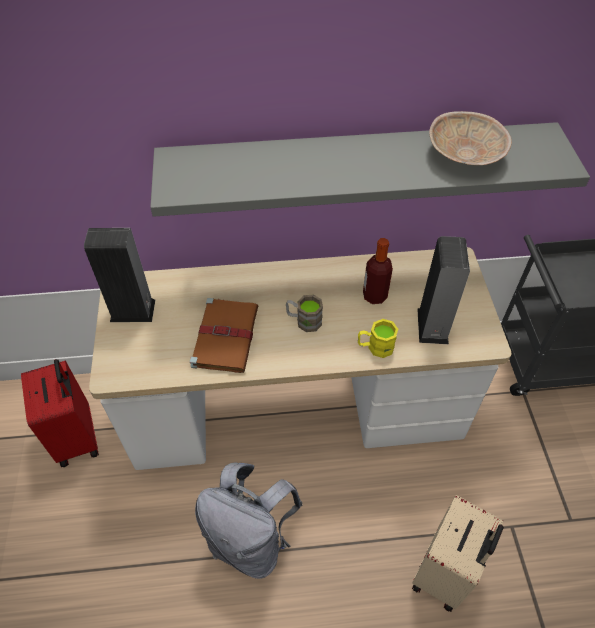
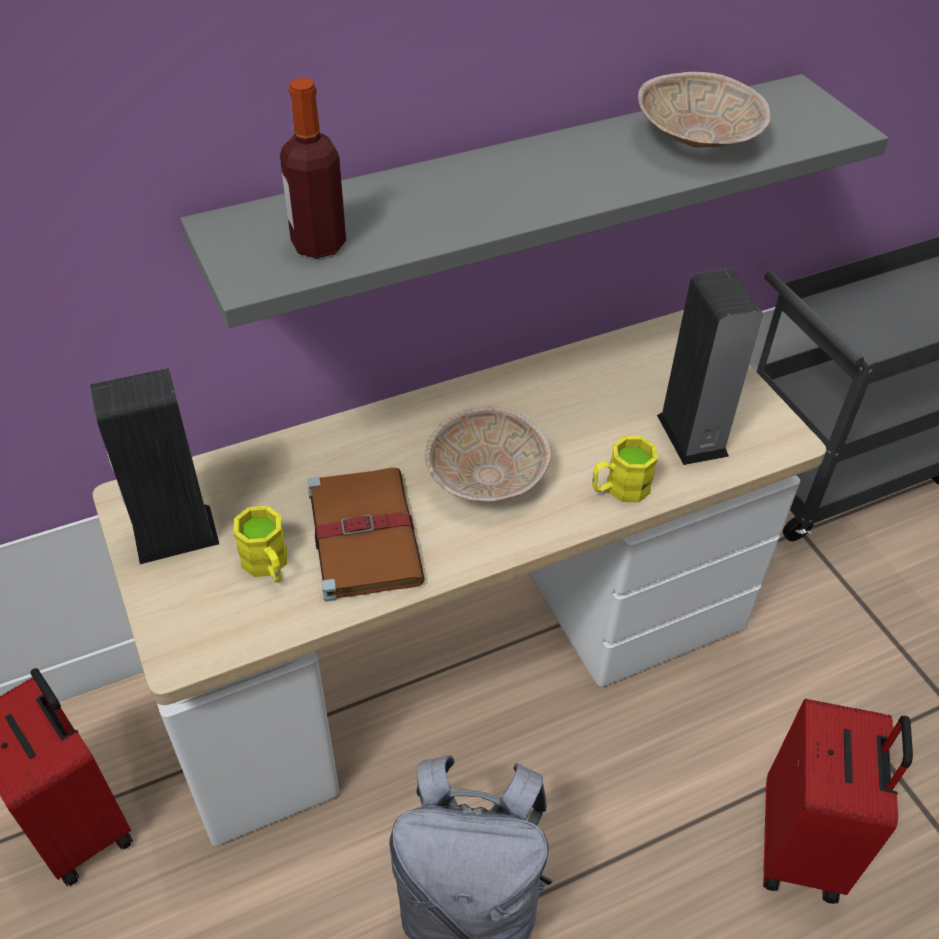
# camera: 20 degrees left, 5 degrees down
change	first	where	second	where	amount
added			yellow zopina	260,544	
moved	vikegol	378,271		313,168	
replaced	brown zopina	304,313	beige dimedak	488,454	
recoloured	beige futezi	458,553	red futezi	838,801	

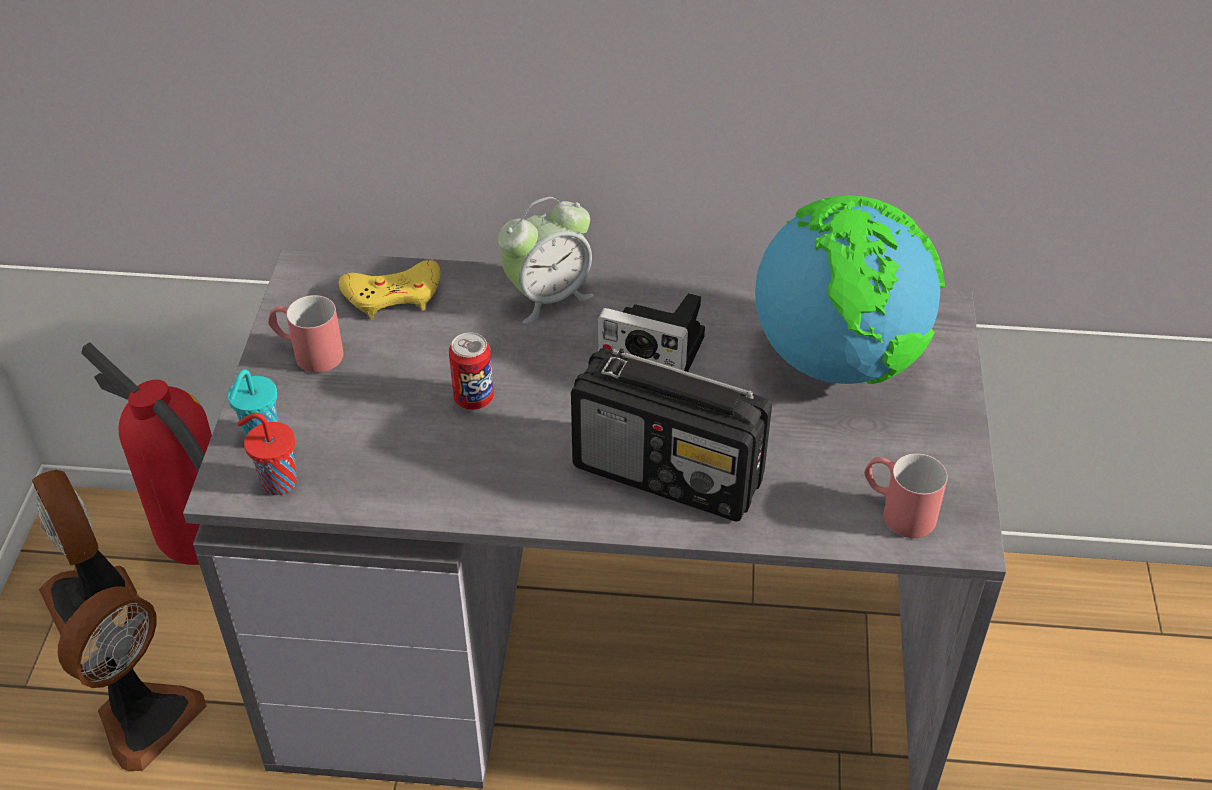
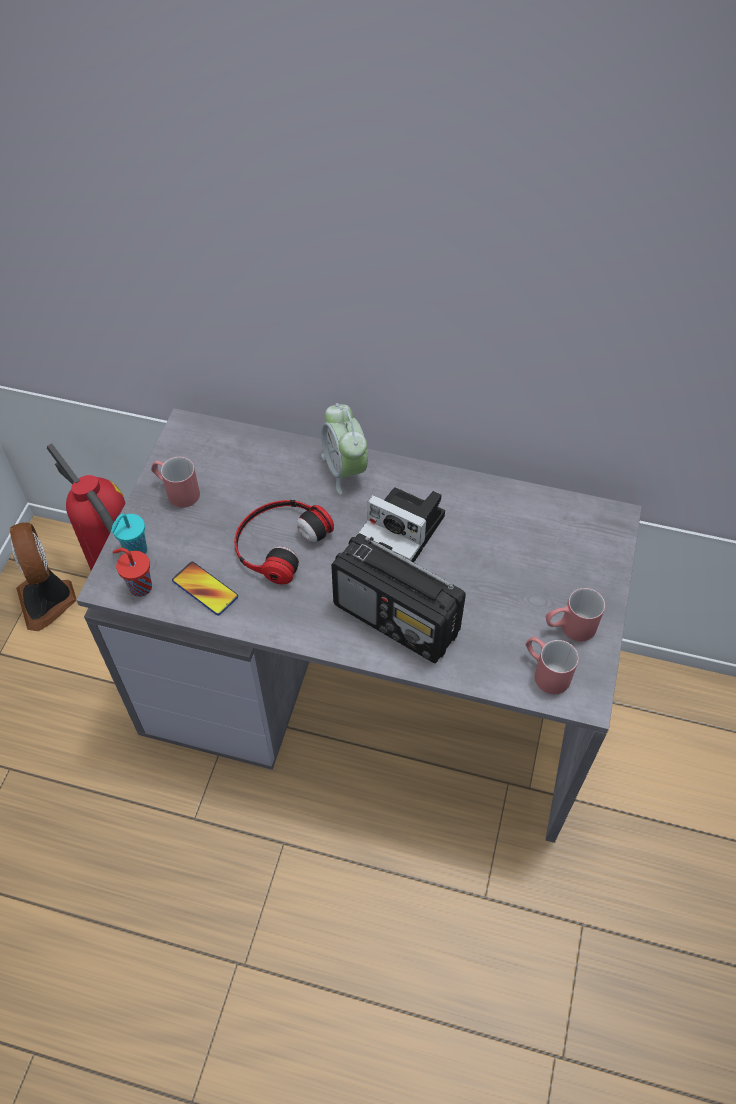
# camera: 10 degrees right, 10 degrees up
change	first	where	second	where	amount
removed	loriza	131,678			
removed	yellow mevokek	390,289			
removed	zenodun	850,289			
added			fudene	205,588	
added			red zopina	575,615	
replaced	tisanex	471,371	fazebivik	284,542	
turned	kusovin	546,260		344,449	90 degrees clockwise

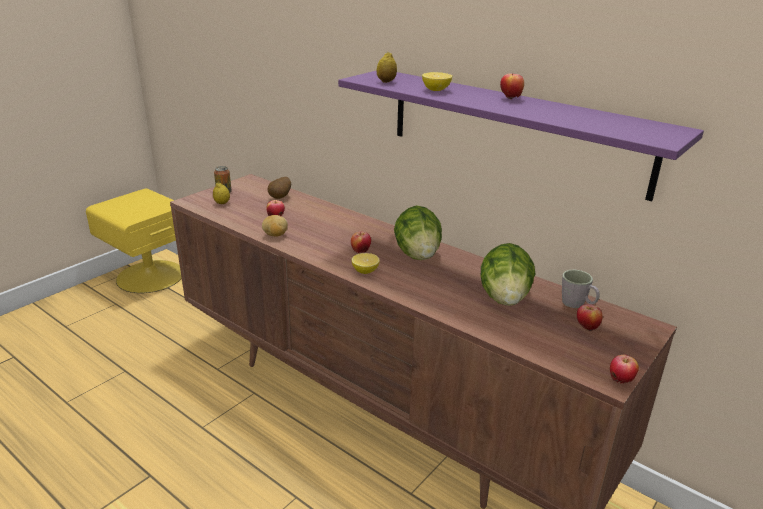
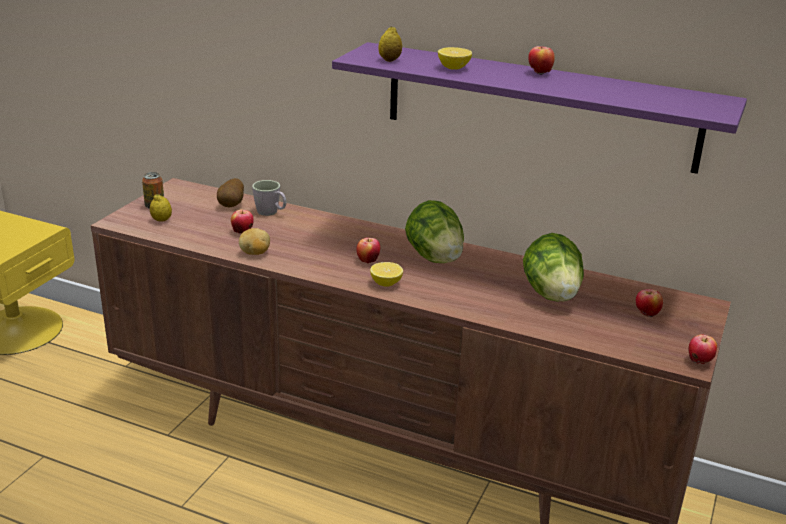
# camera: 15 degrees left, 0 degrees up
change	first	where	second	where	amount
moved	grey zopina	581,289		269,198	

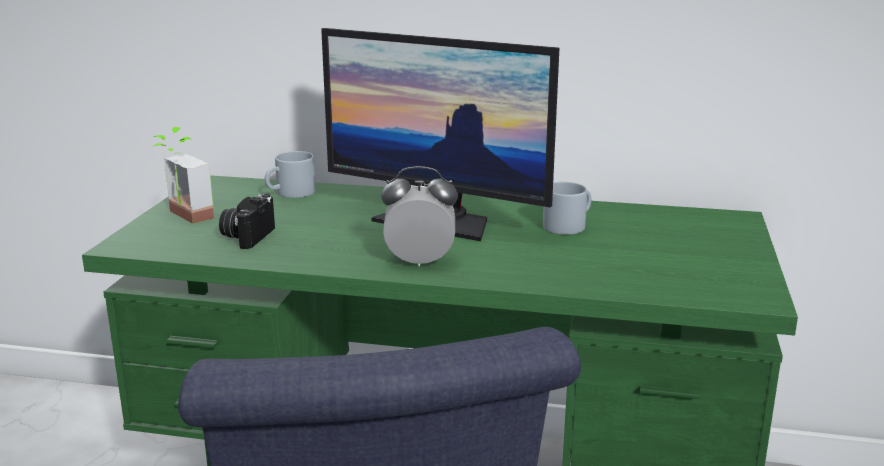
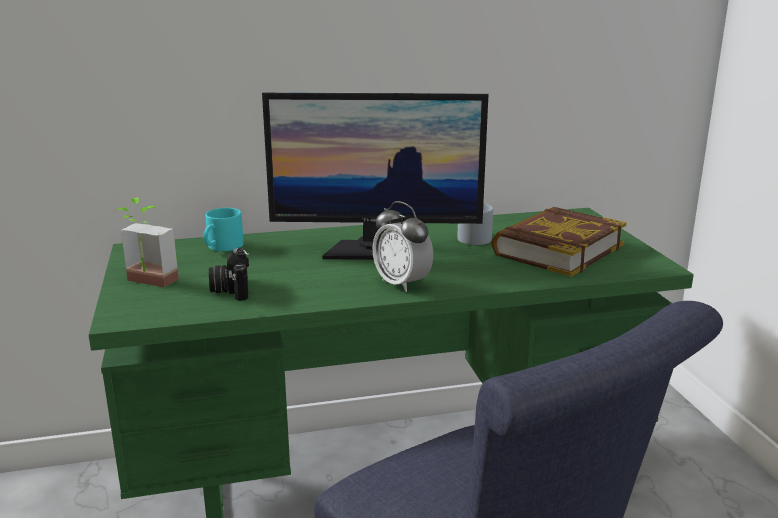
# camera: 25 degrees left, 0 degrees up
change	first	where	second	where	amount
added			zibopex	559,242	
recoloured	grey zopina	290,174	turquoise zopina	224,229	
turned	kusovin	419,216		403,246	105 degrees counterclockwise

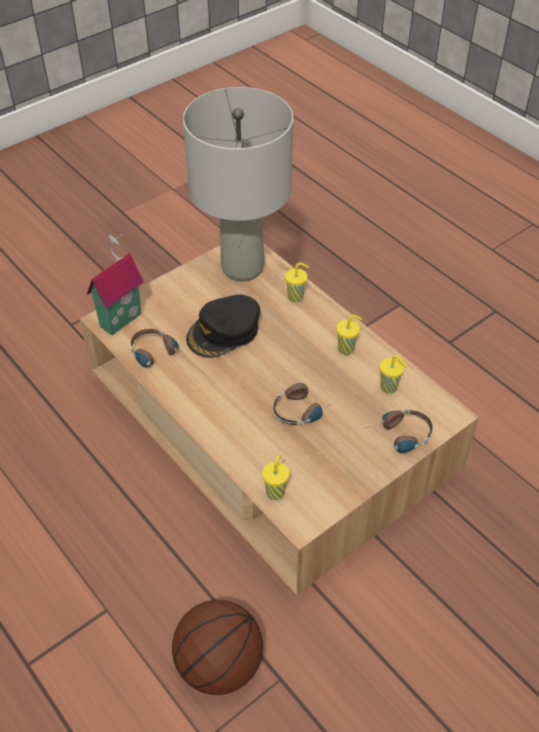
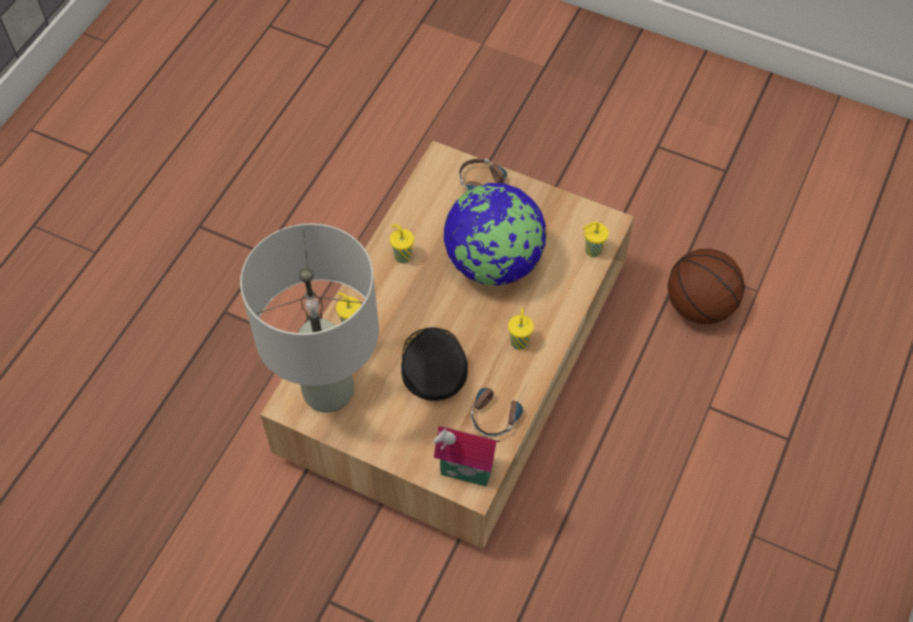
# camera: 115 degrees left, 10 degrees up
change	first	where	second	where	amount
moved	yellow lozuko	393,374		521,329	
replaced	fazebivik	304,404	zenodun	495,234	
turned	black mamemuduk	223,326		434,364	120 degrees counterclockwise

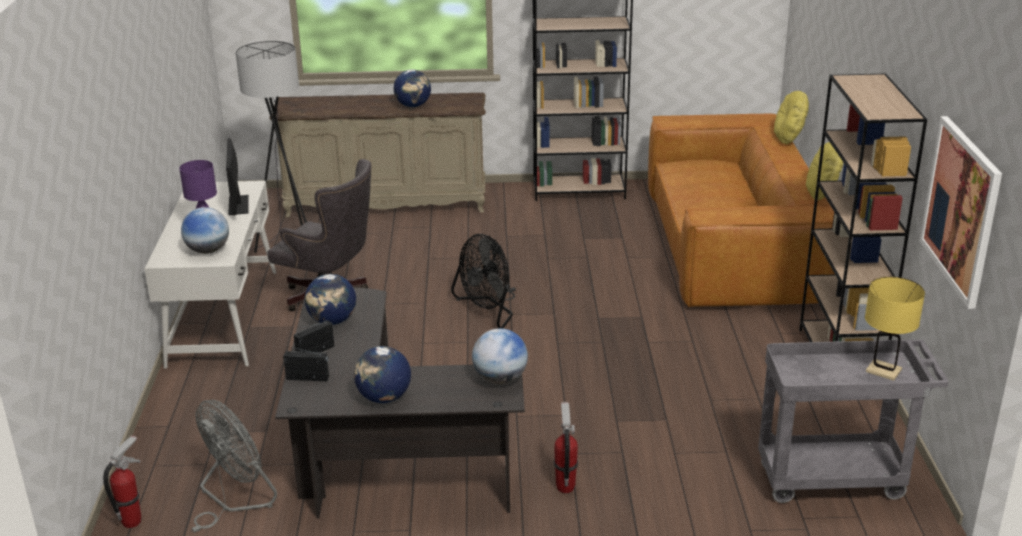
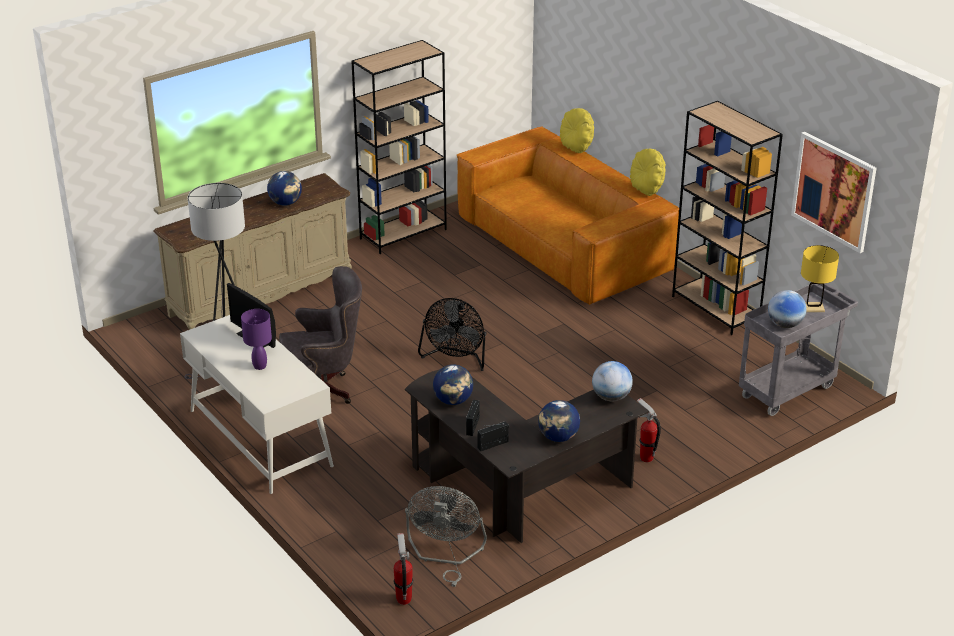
# camera: 35 degrees left, 5 degrees up
change	first	where	second	where	amount
moved	zenodun	205,230		787,309	

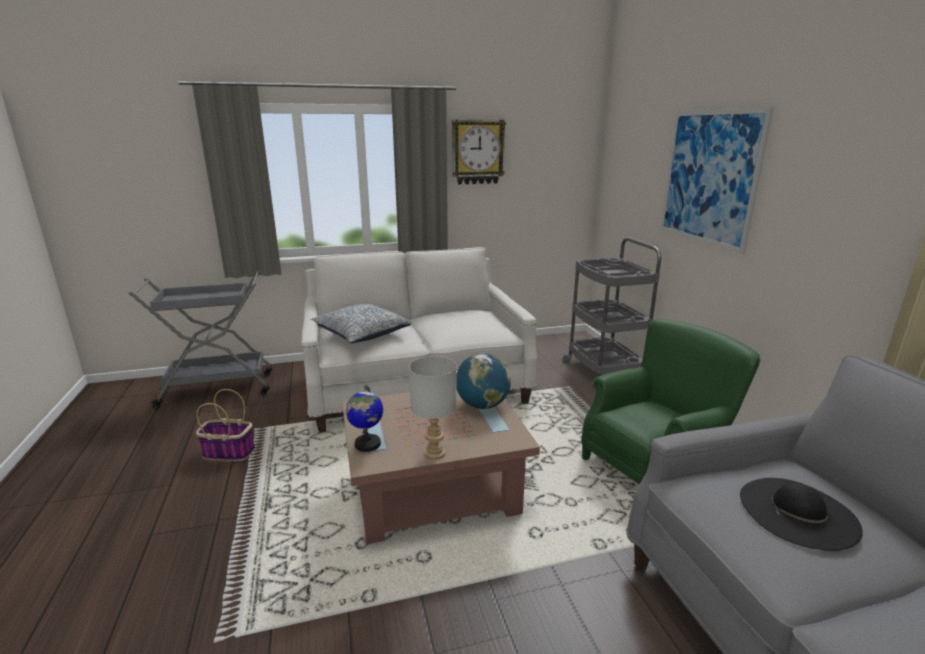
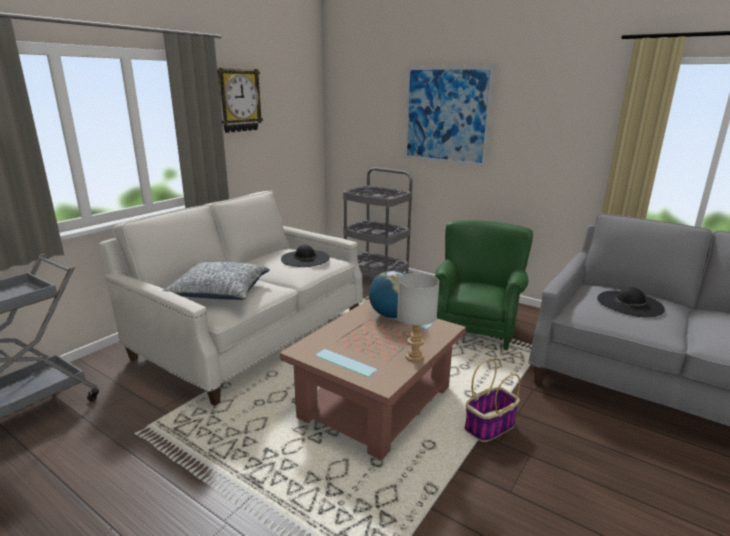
# camera: 40 degrees left, 0 degrees up
change	first	where	second	where	amount
removed	zenodun	364,418			
added			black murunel	305,256	
moved	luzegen	225,425		492,400	

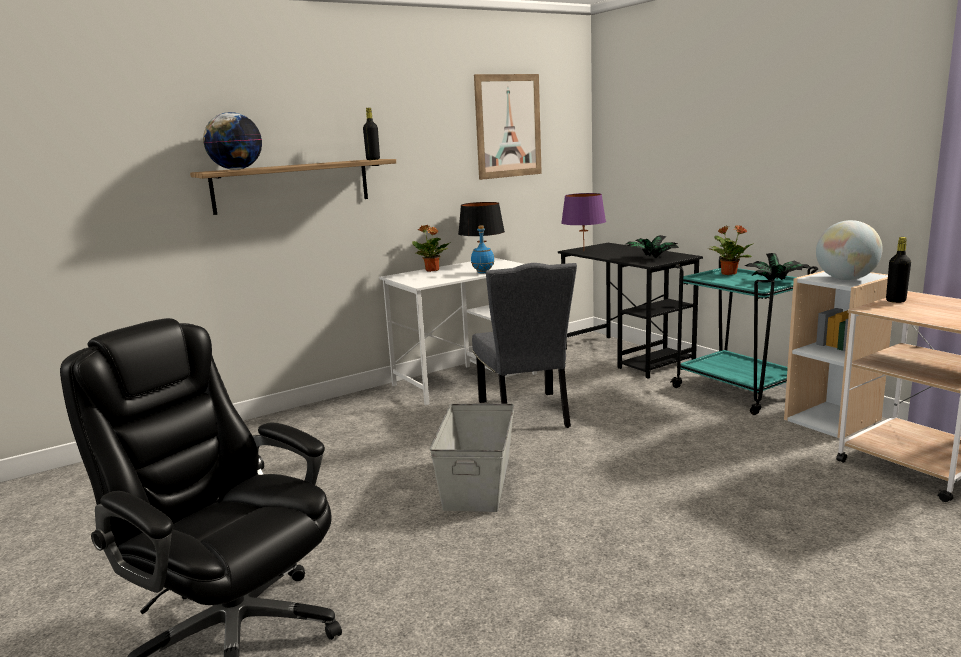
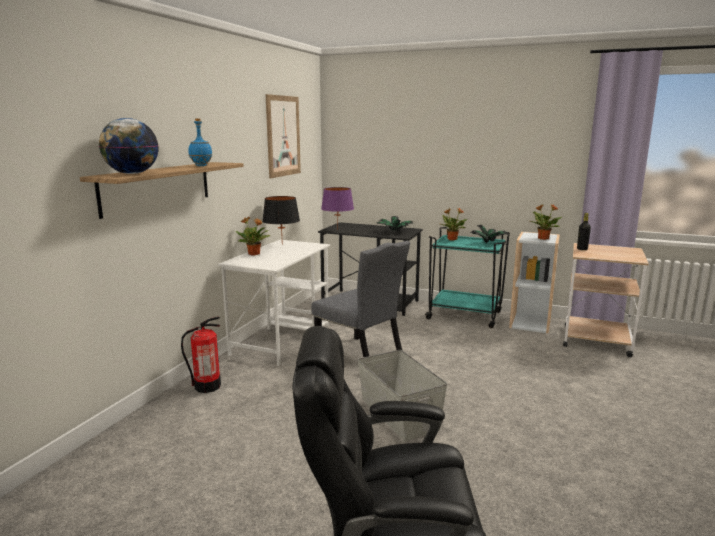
# camera: 35 degrees left, 0 degrees up
change	first	where	second	where	amount
removed	black vikegol	371,134			
added			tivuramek	201,355	
moved	blue vikegol	483,249		200,142	
replaced	zenodun	849,250	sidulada	546,222	

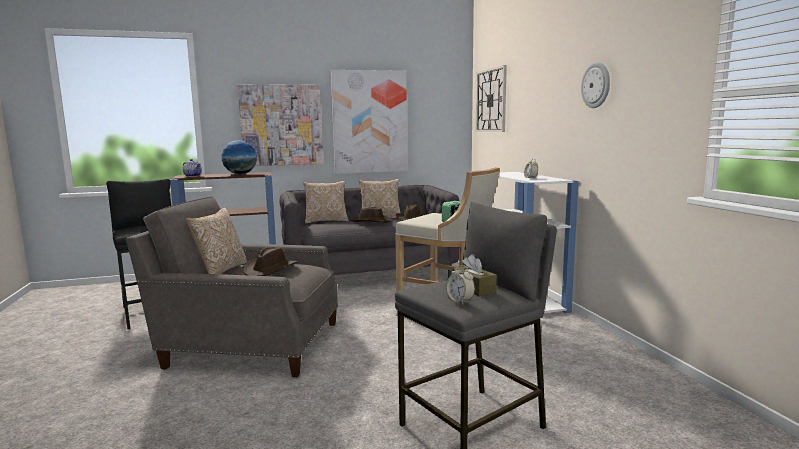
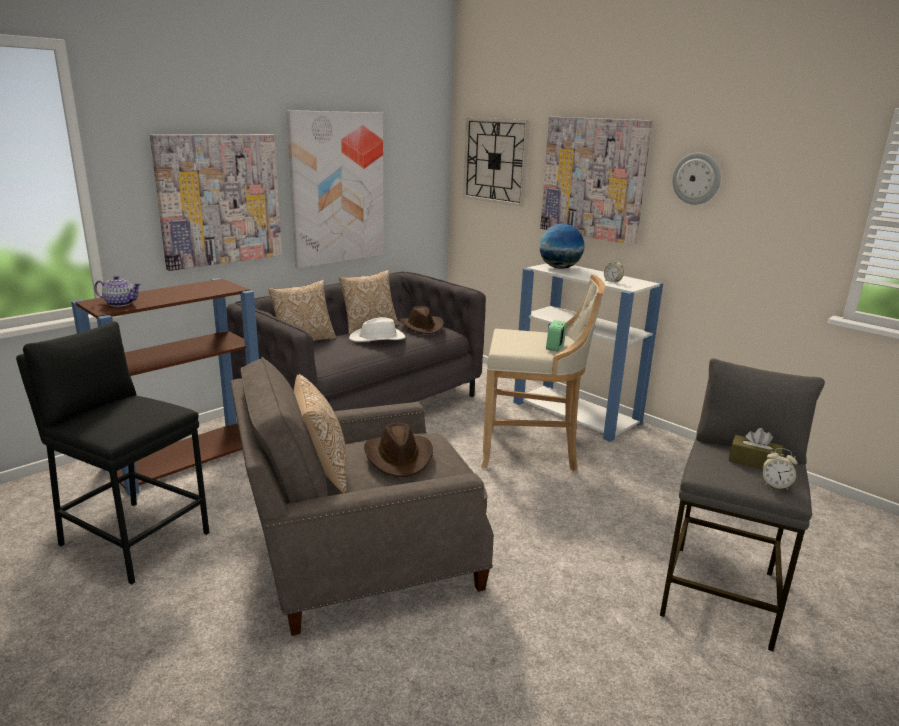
# camera: 30 degrees left, 10 degrees up
change	first	where	second	where	amount
added			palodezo	596,181	
moved	zenodun	239,157		562,246	
recoloured	brown murunel	370,215	white murunel	377,329	

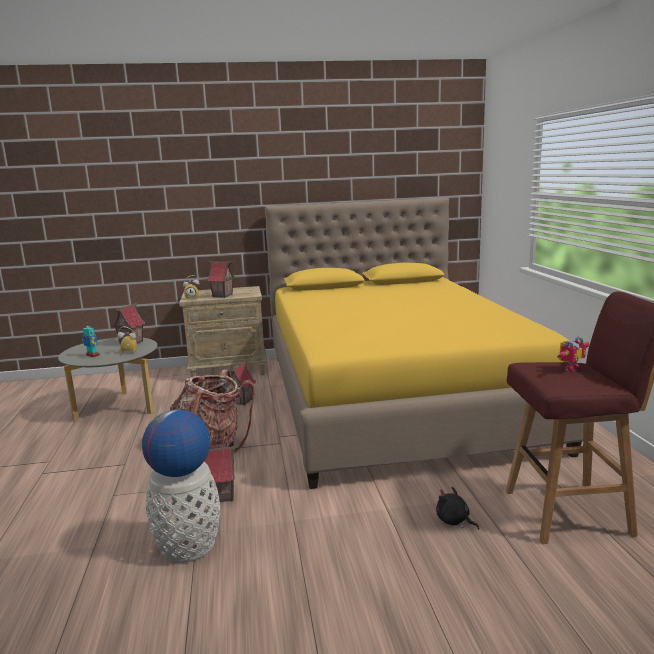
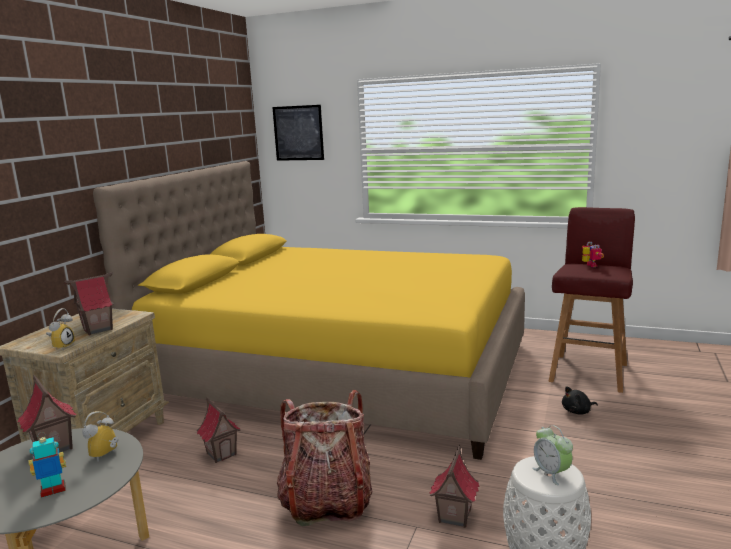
# camera: 60 degrees left, 0 degrees up
change	first	where	second	where	amount
added			palodezo	298,133	
replaced	zenodun	176,443	kusovin	552,455	

